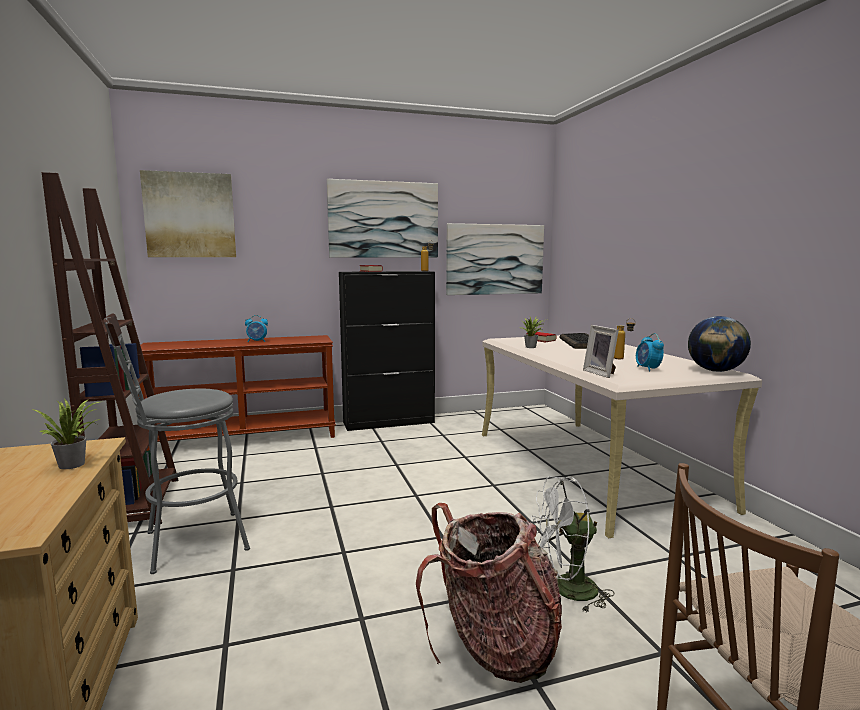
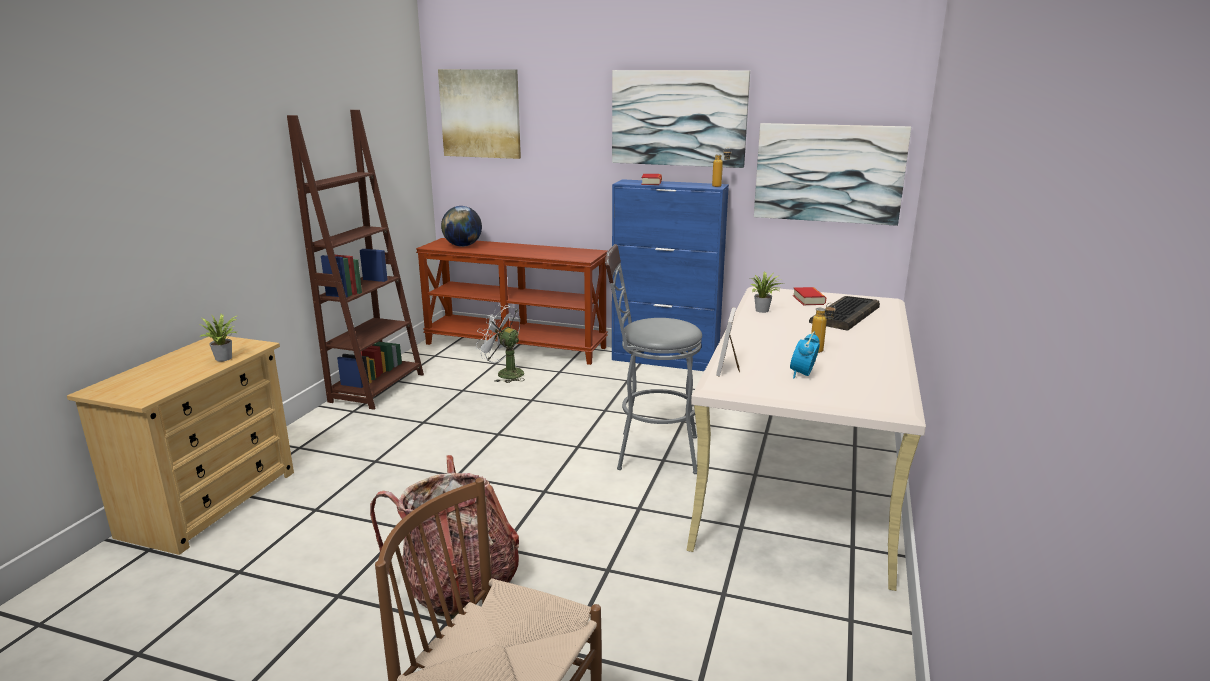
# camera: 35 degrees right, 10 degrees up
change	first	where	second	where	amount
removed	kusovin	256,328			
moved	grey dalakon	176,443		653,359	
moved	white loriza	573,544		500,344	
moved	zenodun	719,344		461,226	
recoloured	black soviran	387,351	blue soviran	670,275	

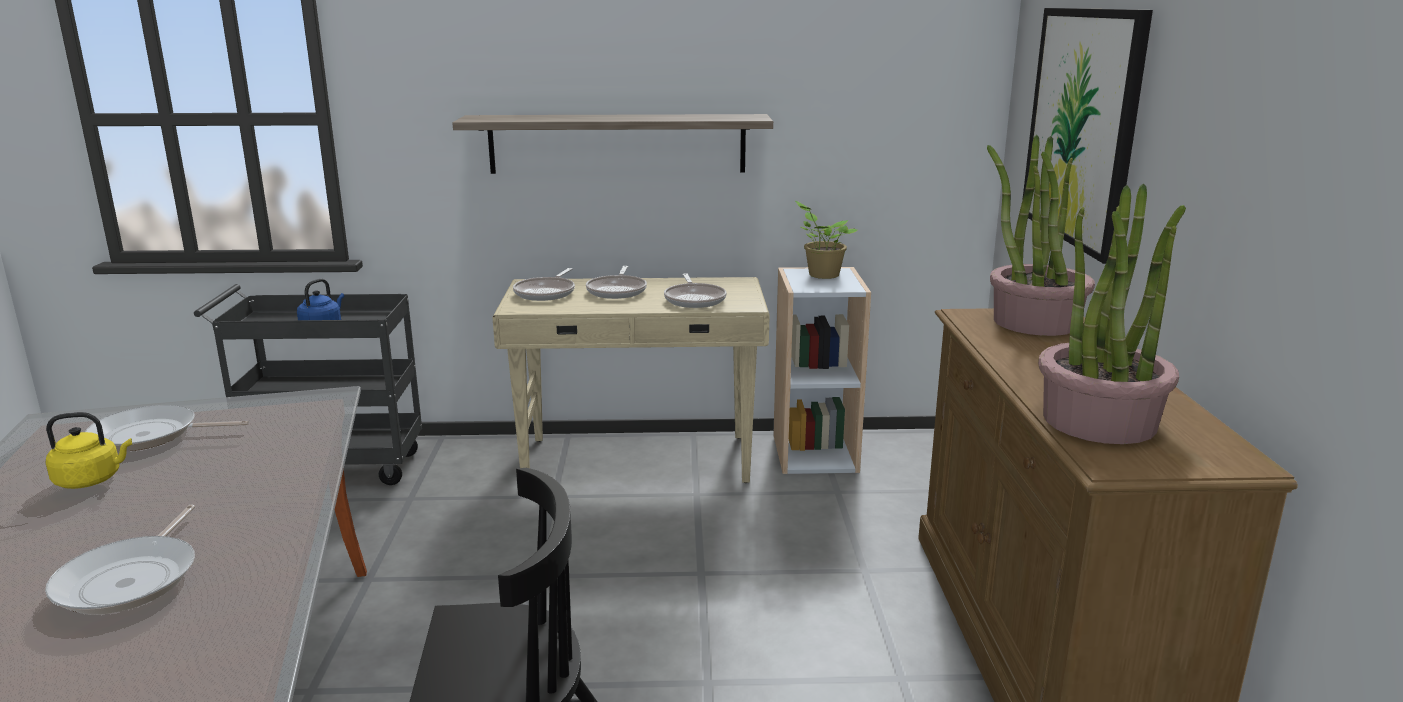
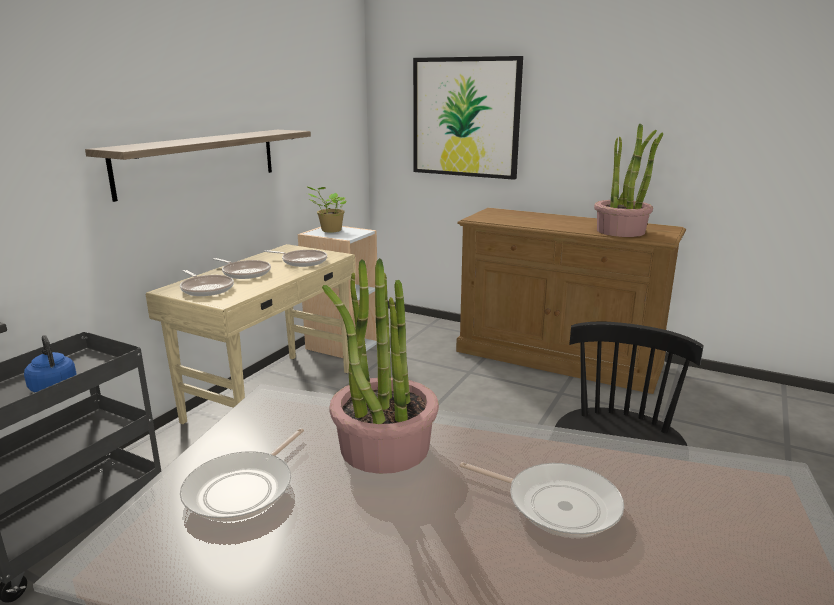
# camera: 60 degrees left, 0 degrees up
change	first	where	second	where	amount
removed	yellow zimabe	89,450			
moved	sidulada	1041,235		380,366	

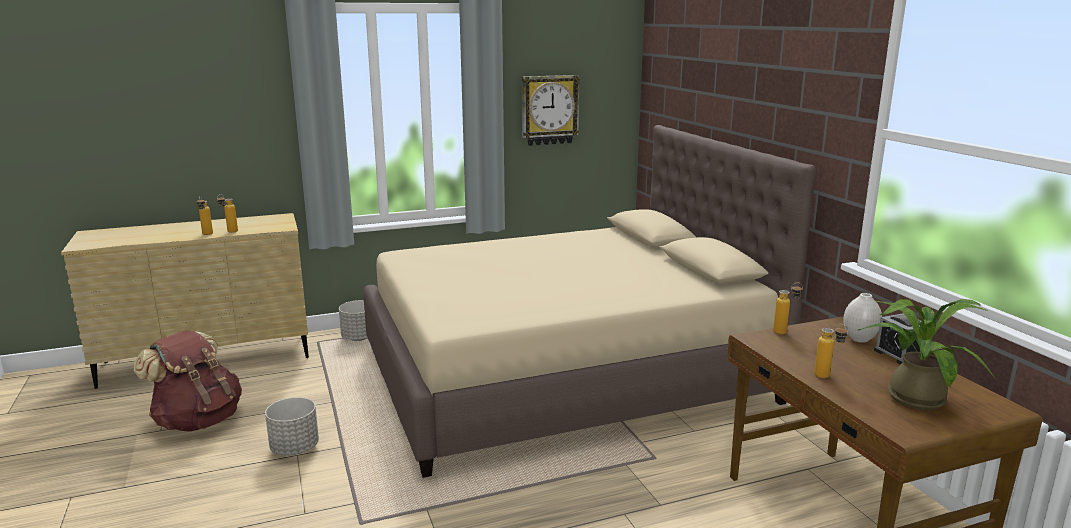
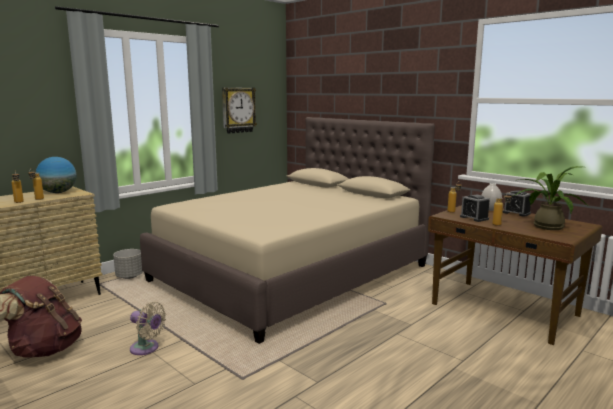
# camera: 25 degrees left, 5 degrees down
change	first	where	second	where	amount
added			zenodun	56,175	
added			kusovin	475,208	
replaced	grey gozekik	292,426	beige loriza	148,328	

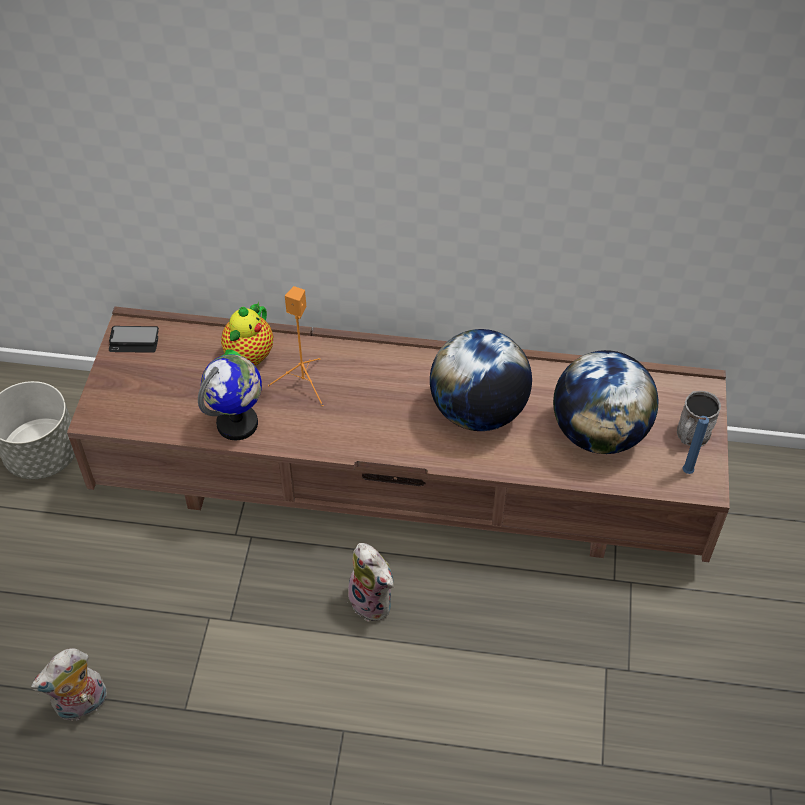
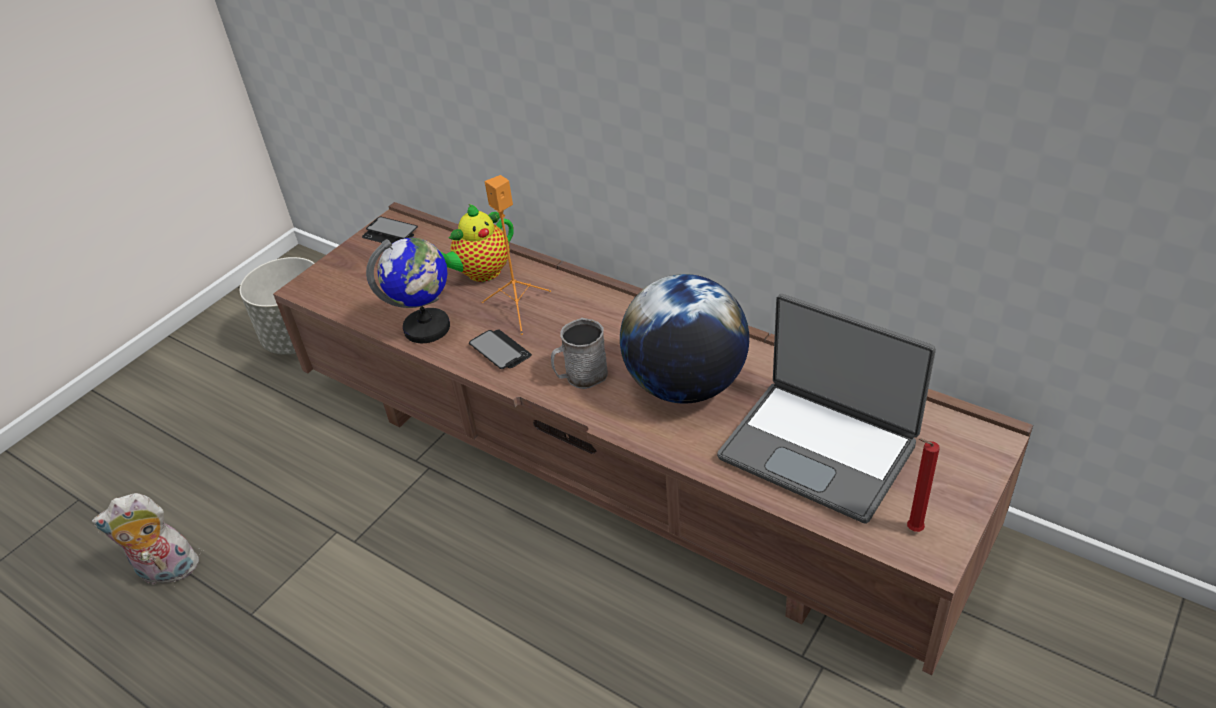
# camera: 30 degrees right, 10 degrees down
change	first	where	second	where	amount
removed	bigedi	370,582			
added			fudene	500,349	
moved	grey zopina	699,418		579,353	
replaced	zenodun	605,402	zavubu	826,409	
recoloured	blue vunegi	695,445	red vunegi	923,485	

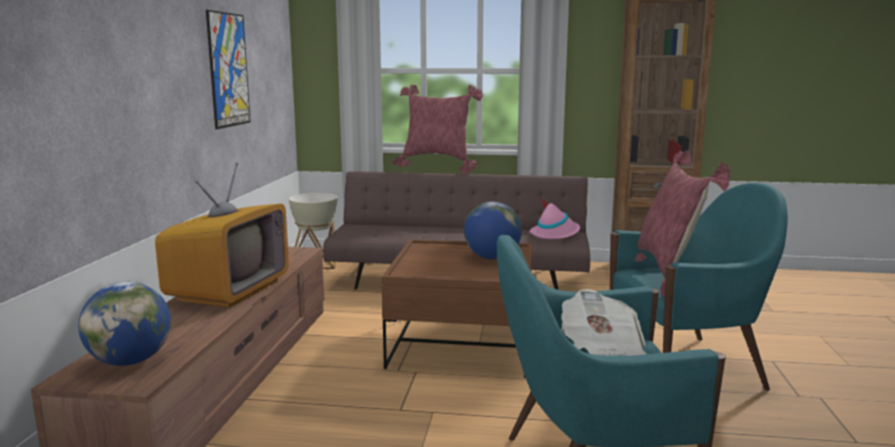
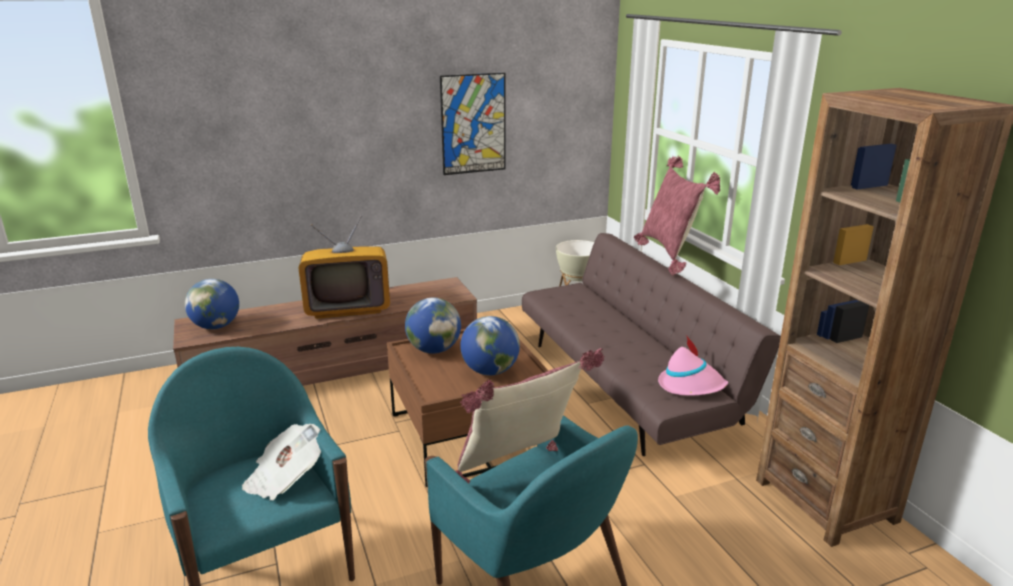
# camera: 60 degrees right, 10 degrees up
change	first	where	second	where	amount
added			zenodun	433,326	

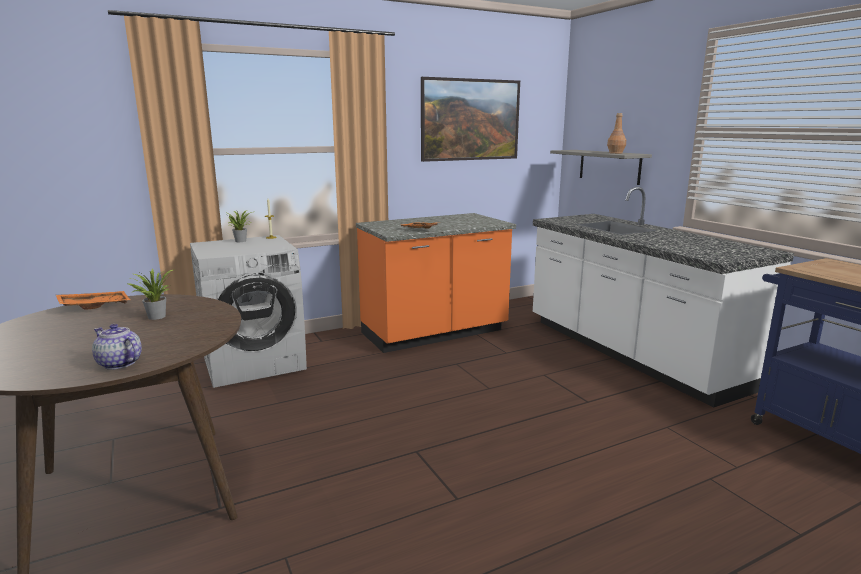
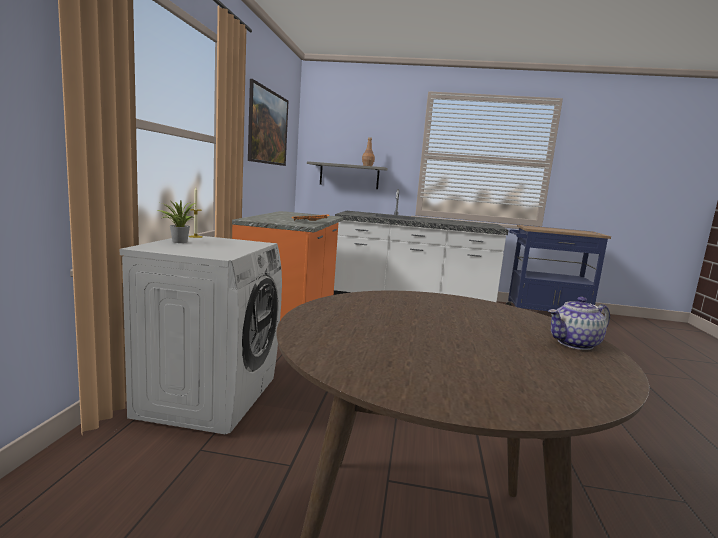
# camera: 55 degrees left, 5 degrees down
change	first	where	second	where	amount
removed	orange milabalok	93,300			
removed	sidulada	150,294			

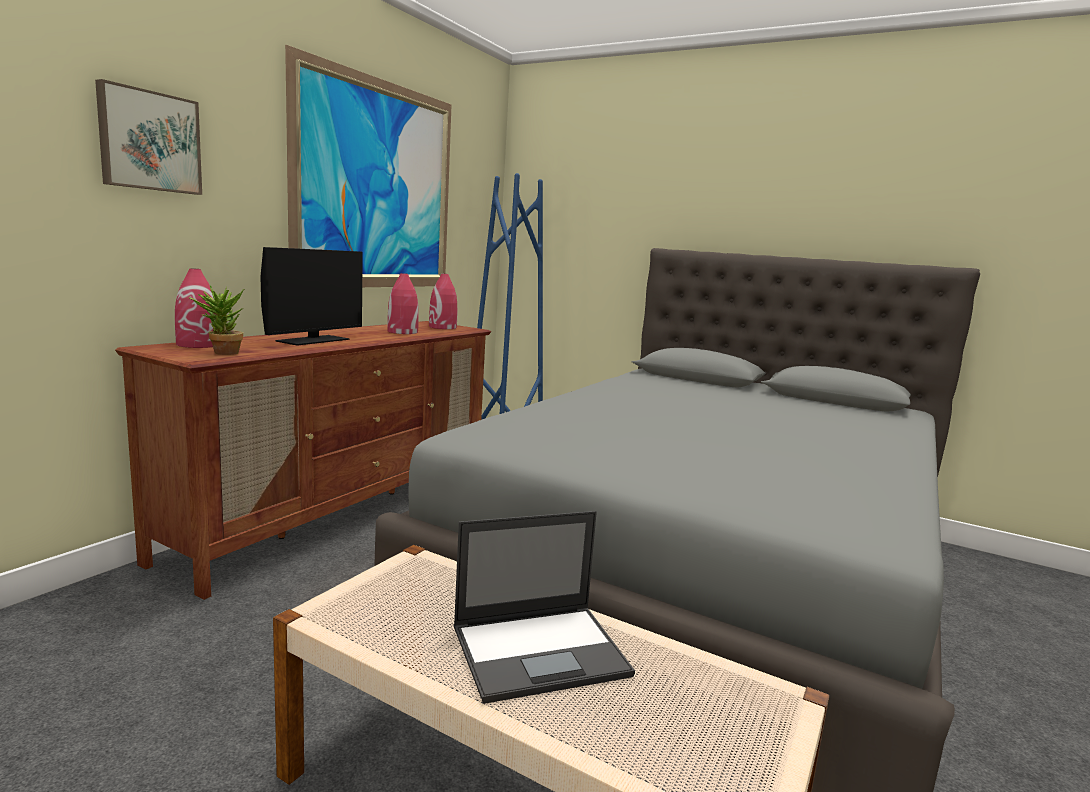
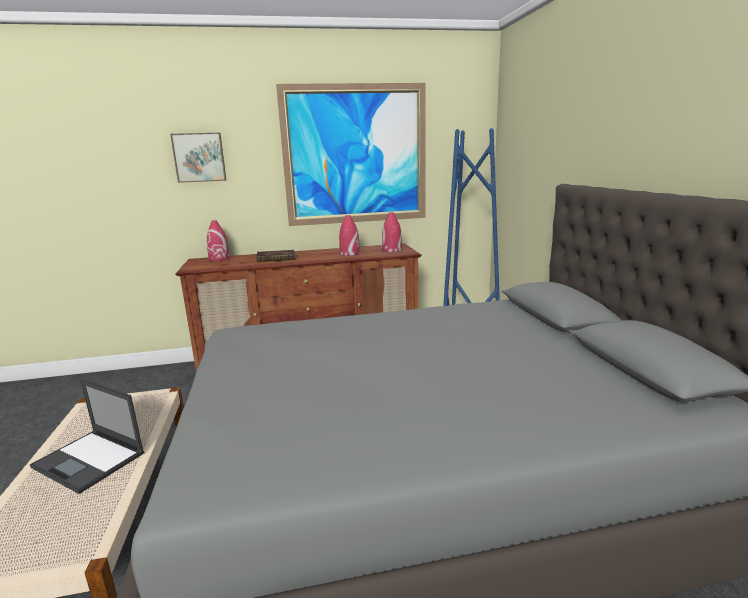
# camera: 50 degrees right, 5 degrees up
change	first	where	second	where	amount
removed	sidulada	216,320			
replaced	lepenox	311,296	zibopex	276,256	

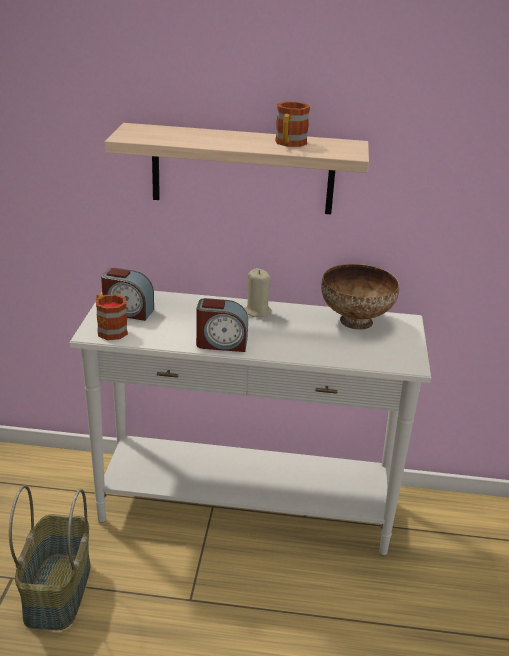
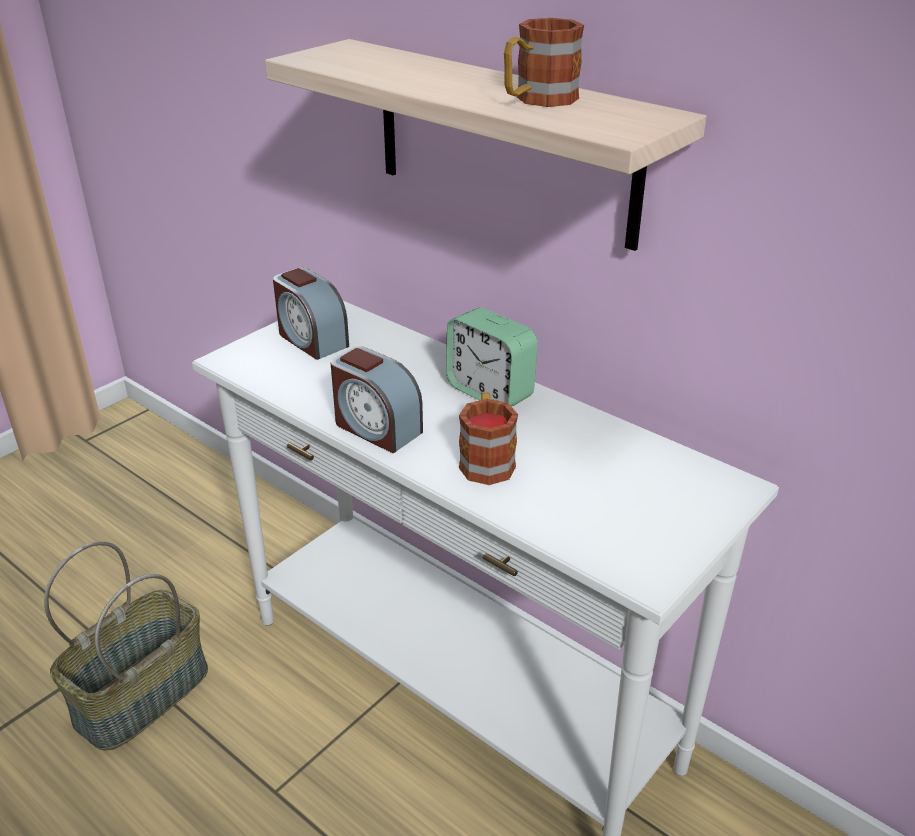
# camera: 35 degrees right, 5 degrees up
change	first	where	second	where	amount
removed	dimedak	360,297			
moved	zopina	112,316		488,438	
replaced	beige vunegi	258,293	kusovin	492,357	

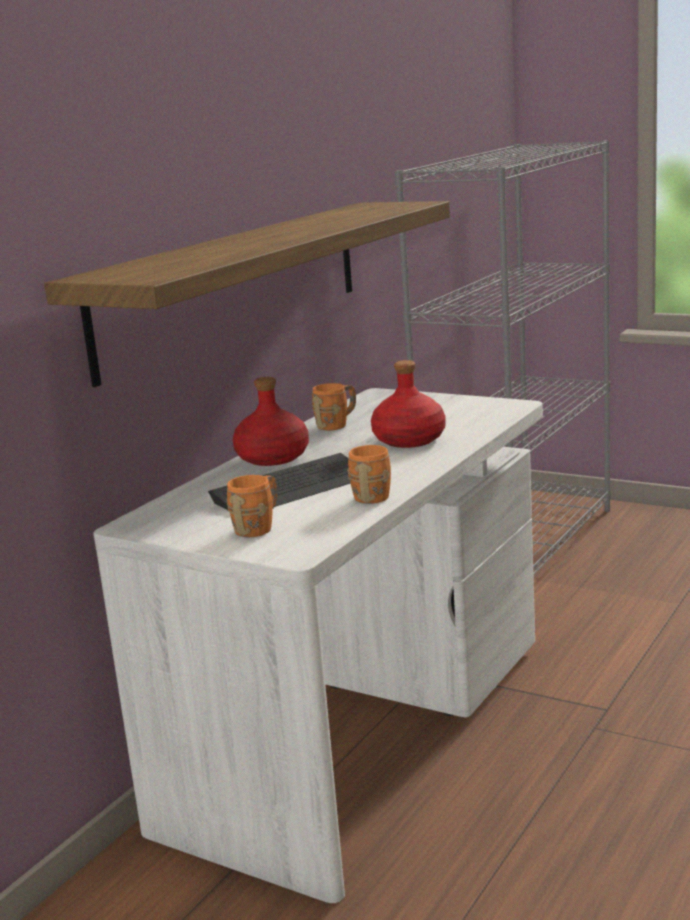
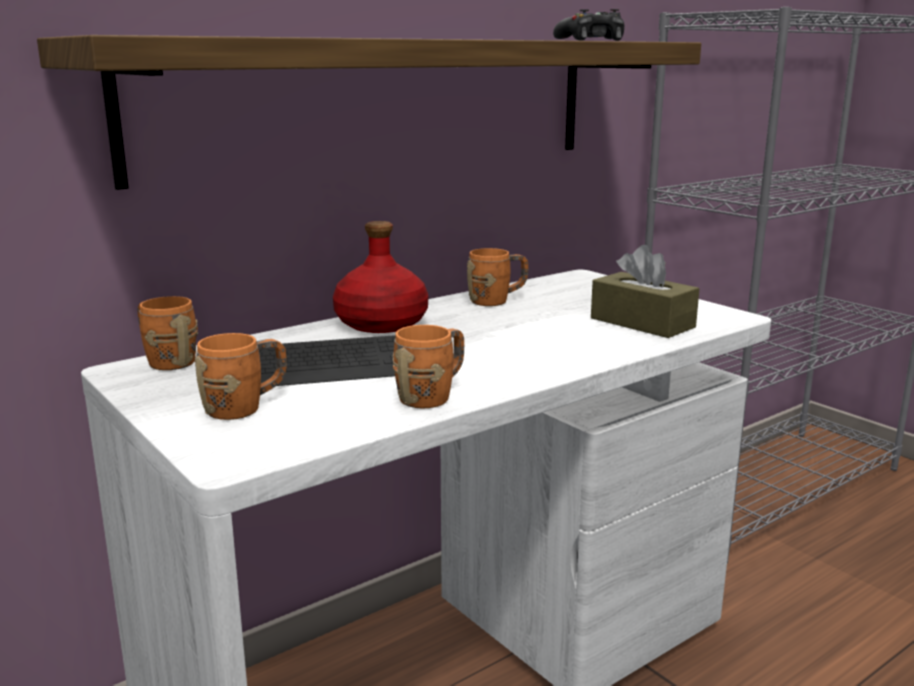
# camera: 20 degrees right, 0 degrees up
change	first	where	second	where	amount
removed	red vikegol	408,404			
added			orange zopina	167,333	
added			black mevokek	588,25	
added			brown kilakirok	645,291	

